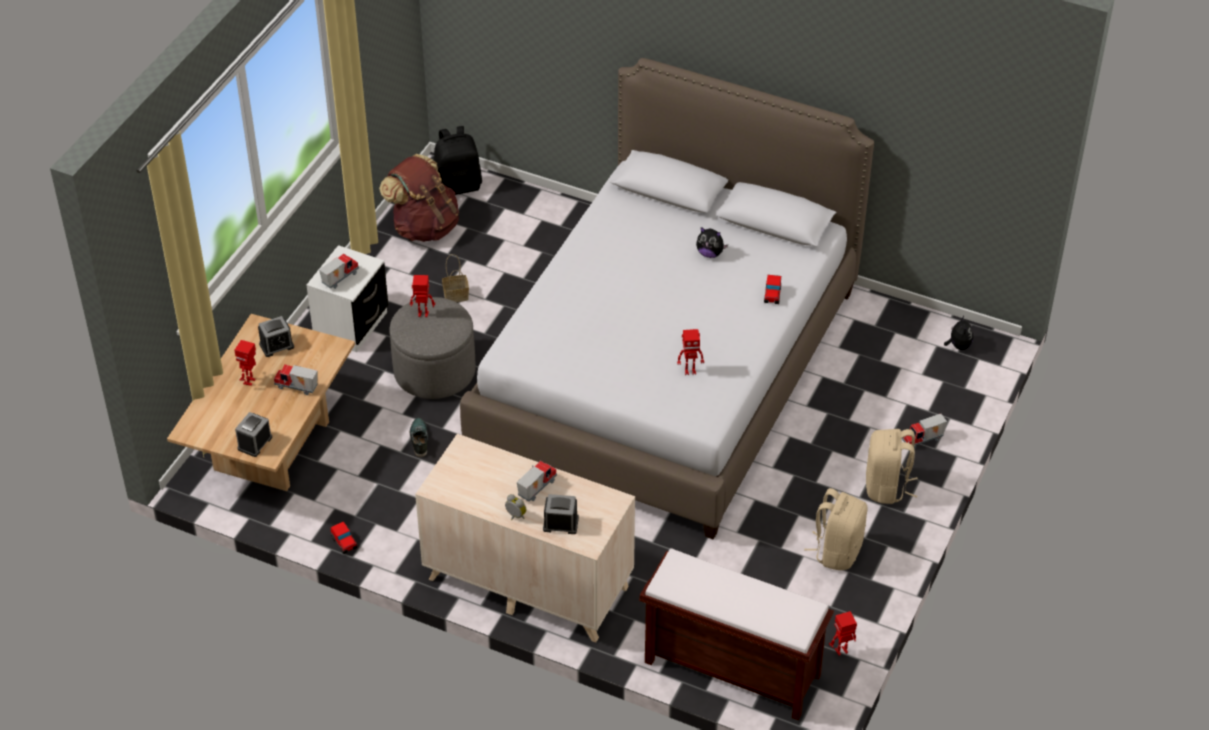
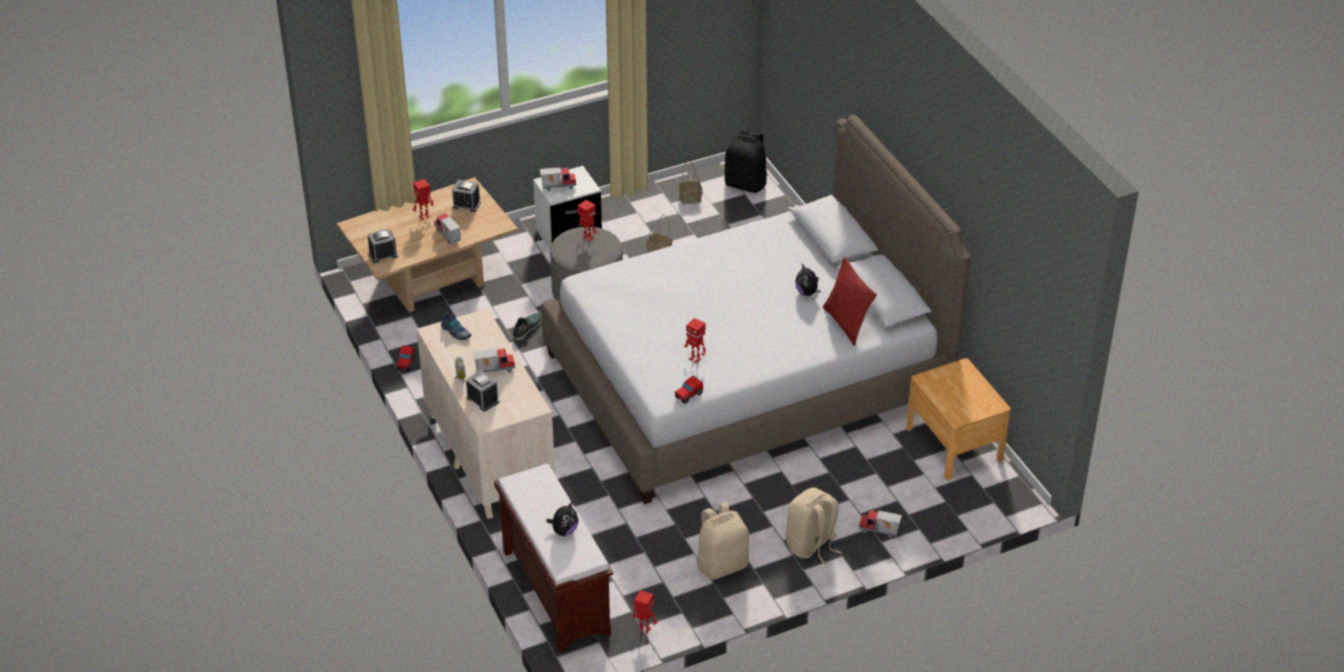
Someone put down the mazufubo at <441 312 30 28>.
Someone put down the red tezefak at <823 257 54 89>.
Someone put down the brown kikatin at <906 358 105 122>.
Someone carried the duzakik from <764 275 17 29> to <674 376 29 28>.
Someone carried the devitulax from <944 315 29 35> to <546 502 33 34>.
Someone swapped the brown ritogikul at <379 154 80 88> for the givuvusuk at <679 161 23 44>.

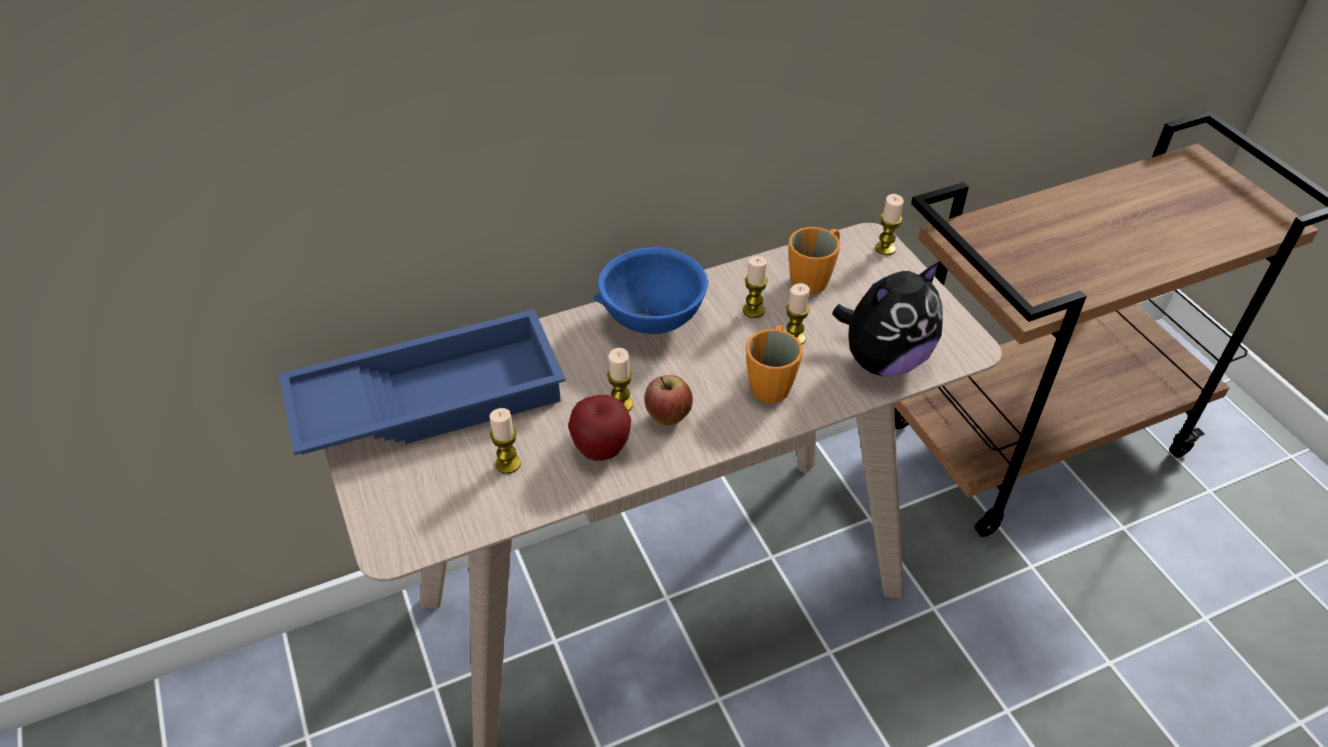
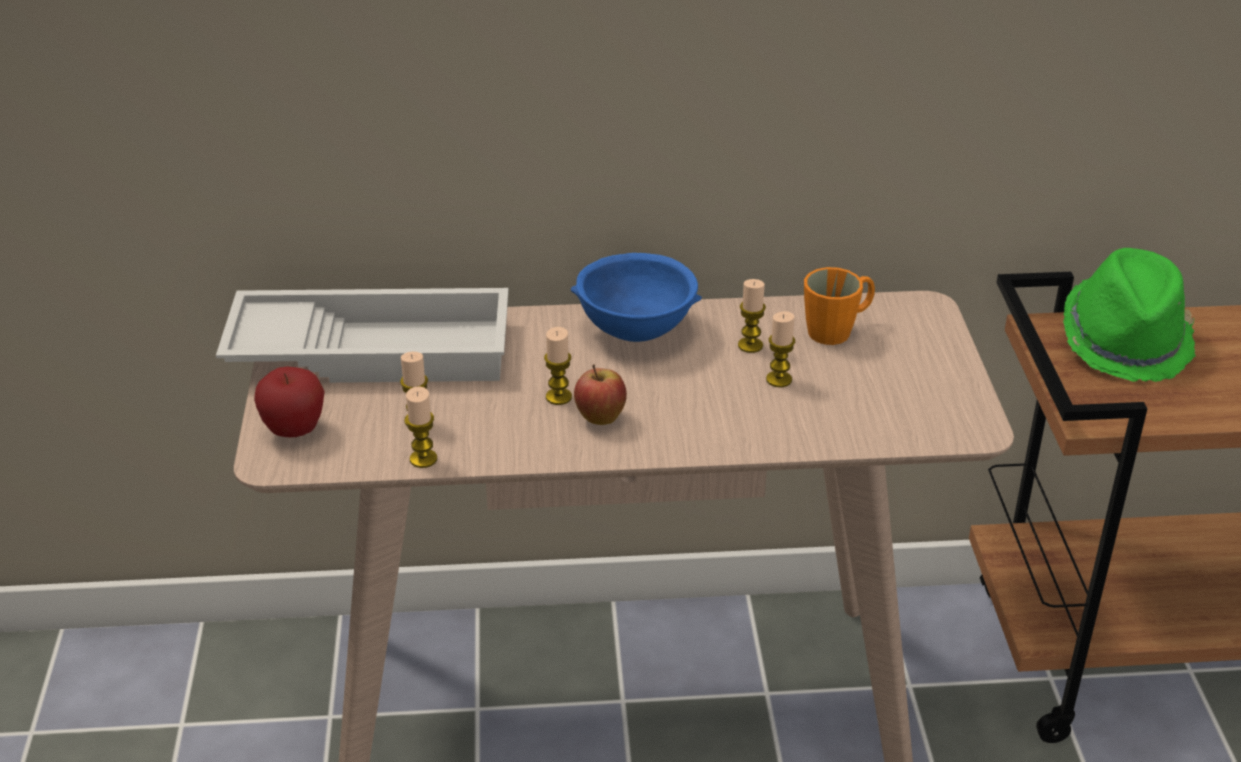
Someone took away the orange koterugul at <746 325 57 78>.
Someone took away the devitulax at <832 261 111 115>.
Someone put down the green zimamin at <1063 248 133 134>.
Someone carried the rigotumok from <568 395 63 66> to <254 367 71 70>.
Someone carried the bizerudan from <875 194 29 61> to <405 386 32 82>.
Someone repainted the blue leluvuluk at <279 309 286 146>, which became the white leluvuluk at <216 288 293 95>.

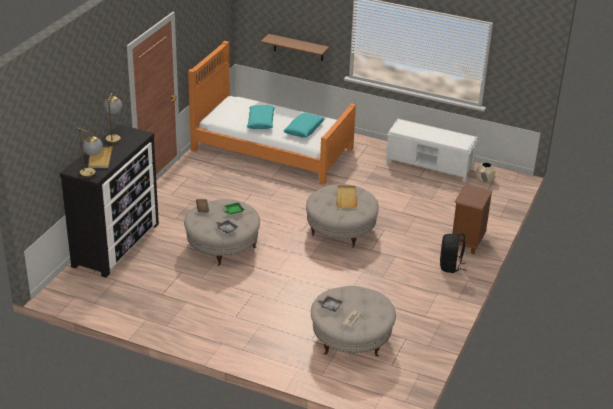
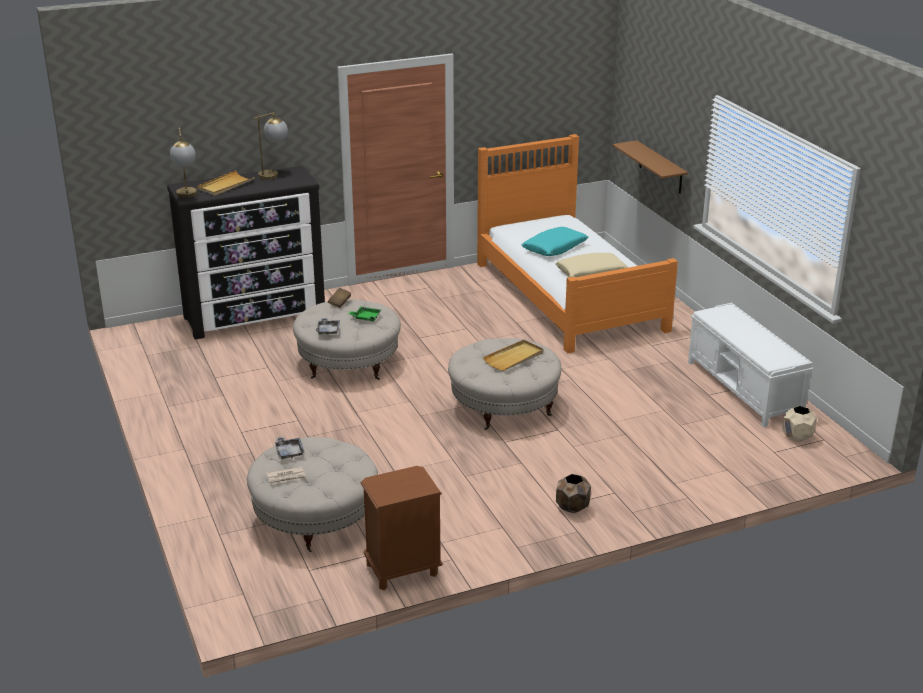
Someone carried the brown kikatin from <452 185 40 69> to <361 466 81 124>.
Someone swapped the black ritogikul at <440 233 26 40> for the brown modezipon at <556 474 35 39>.
Someone repainted the turquoise tezefak at <284 113 41 24>, which became the beige tezefak at <555 253 73 24>.

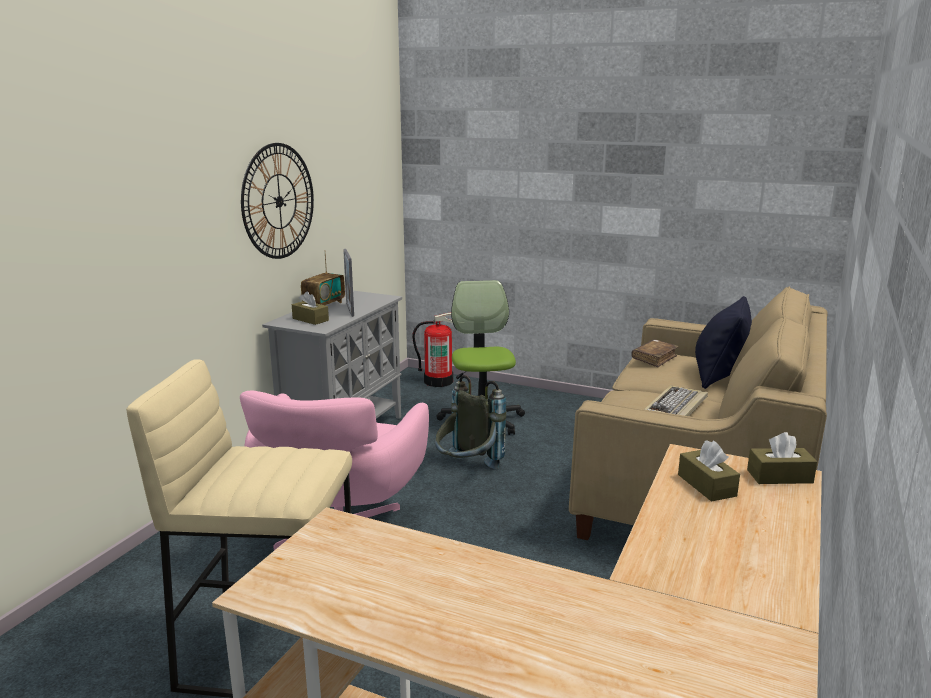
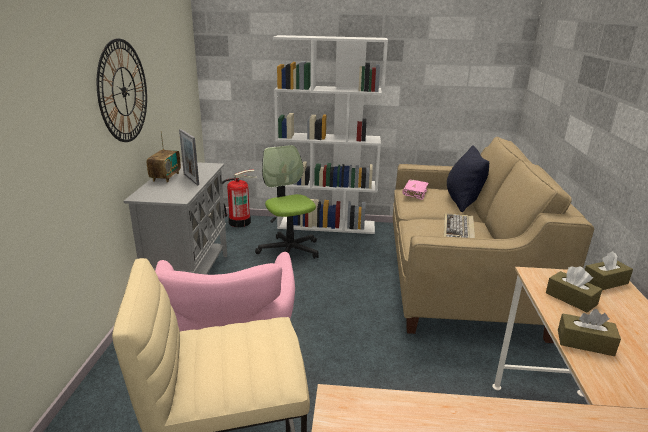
Someone took away the grey ritogikul at <435 375 72 94>.
Someone put down the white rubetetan at <273 35 115 199>.
Someone carried the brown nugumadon from <292 291 37 34> to <558 309 63 47>.
Someone repainted the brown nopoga at <631 340 48 27>, which became the pink nopoga at <403 179 26 21>.

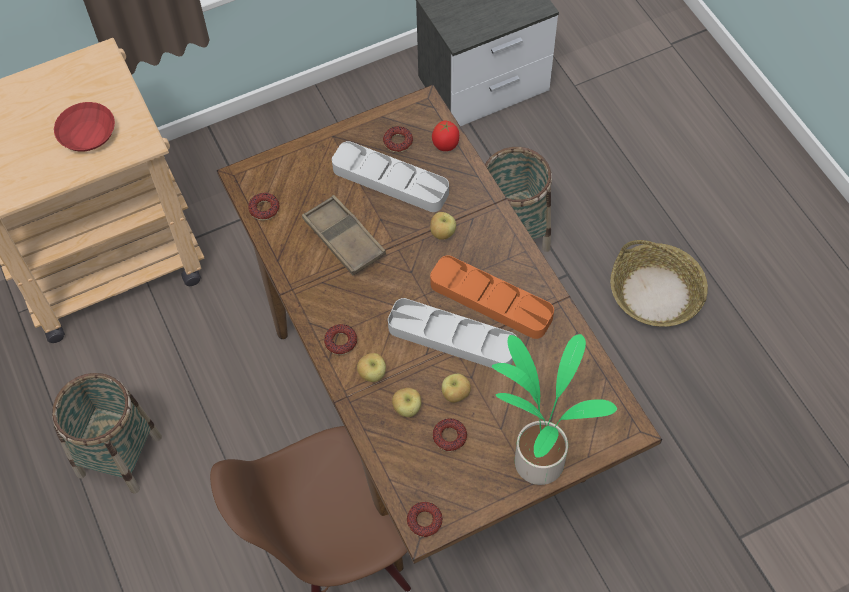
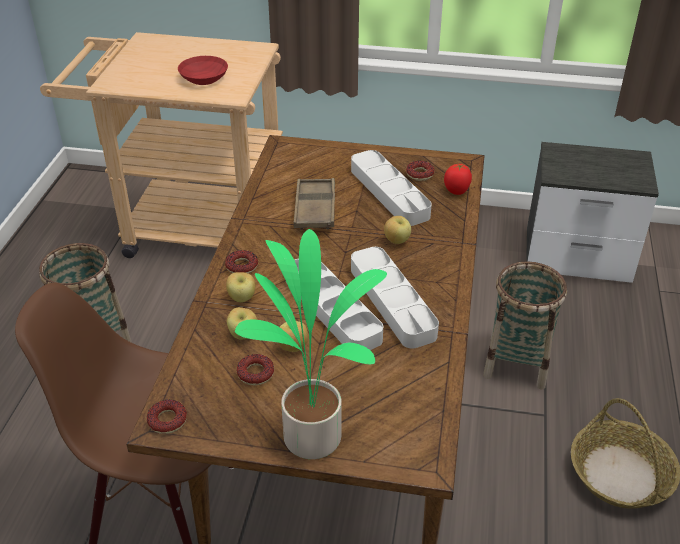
Someone took away the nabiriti at <248 193 31 27>.
Someone repainted the orange leluvuluk at <430 255 124 84>, which became the grey leluvuluk at <351 247 88 101>.

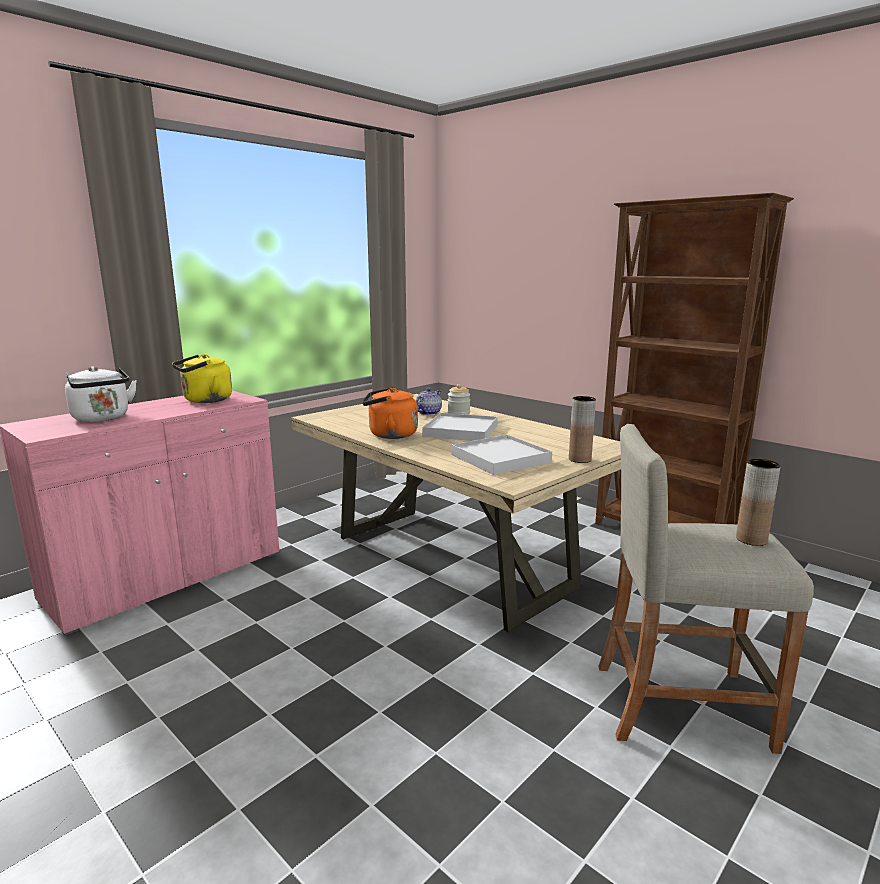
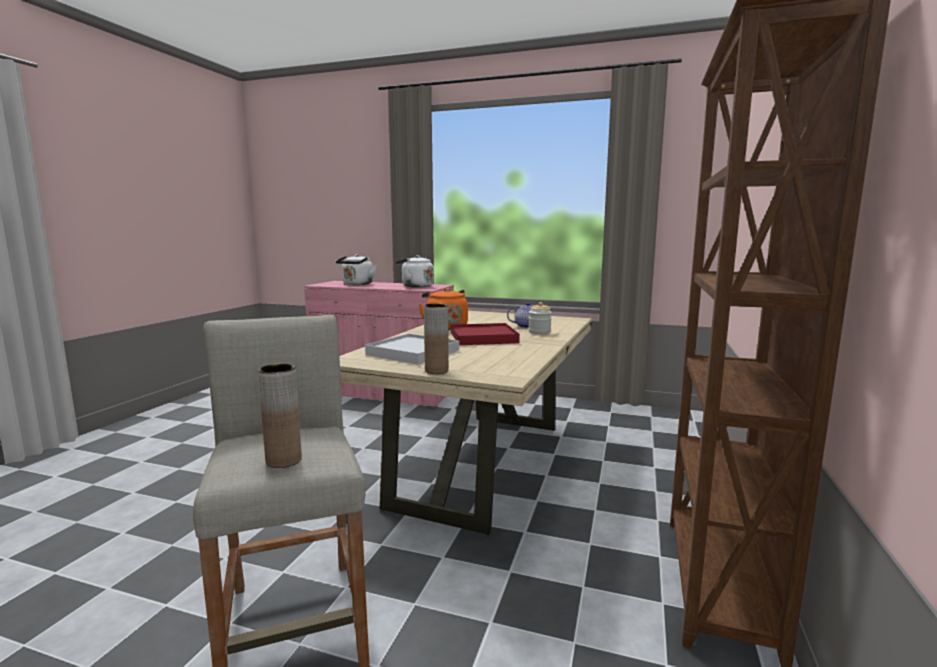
Someone repainted the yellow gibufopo at <172 354 60 49>, which became the white gibufopo at <395 255 39 33>.
Someone repainted the white leluvuluk at <422 413 76 28>, which became the red leluvuluk at <451 323 69 22>.

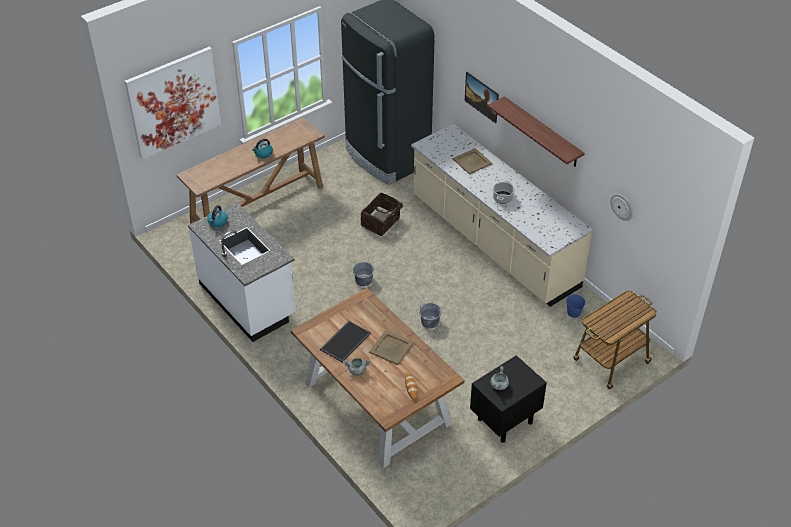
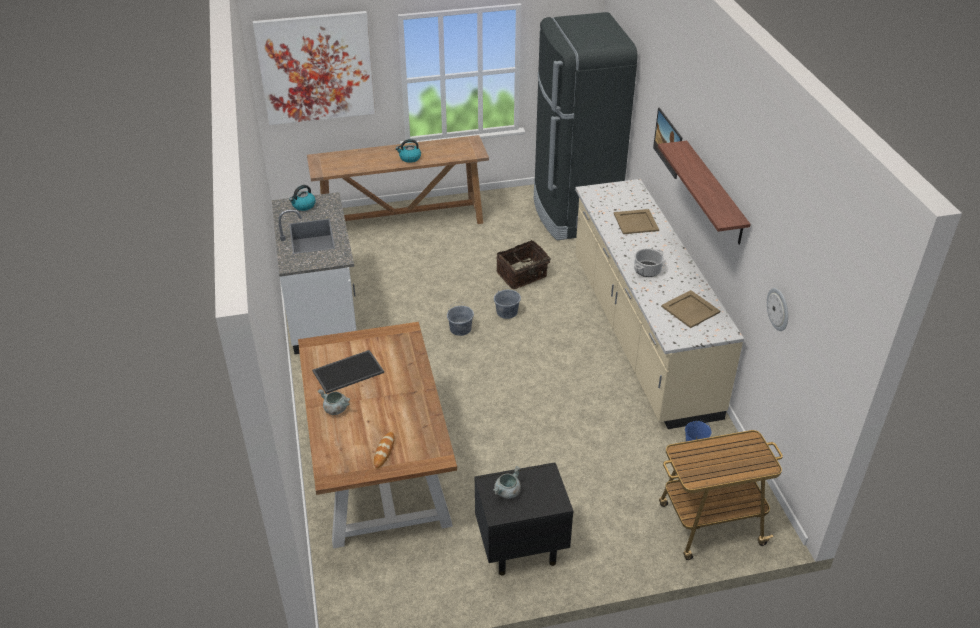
Someone carried the beige leluvuluk from <369 330 45 35> to <661 290 59 38>.
Someone carried the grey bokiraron from <419 303 23 26> to <494 286 27 33>.

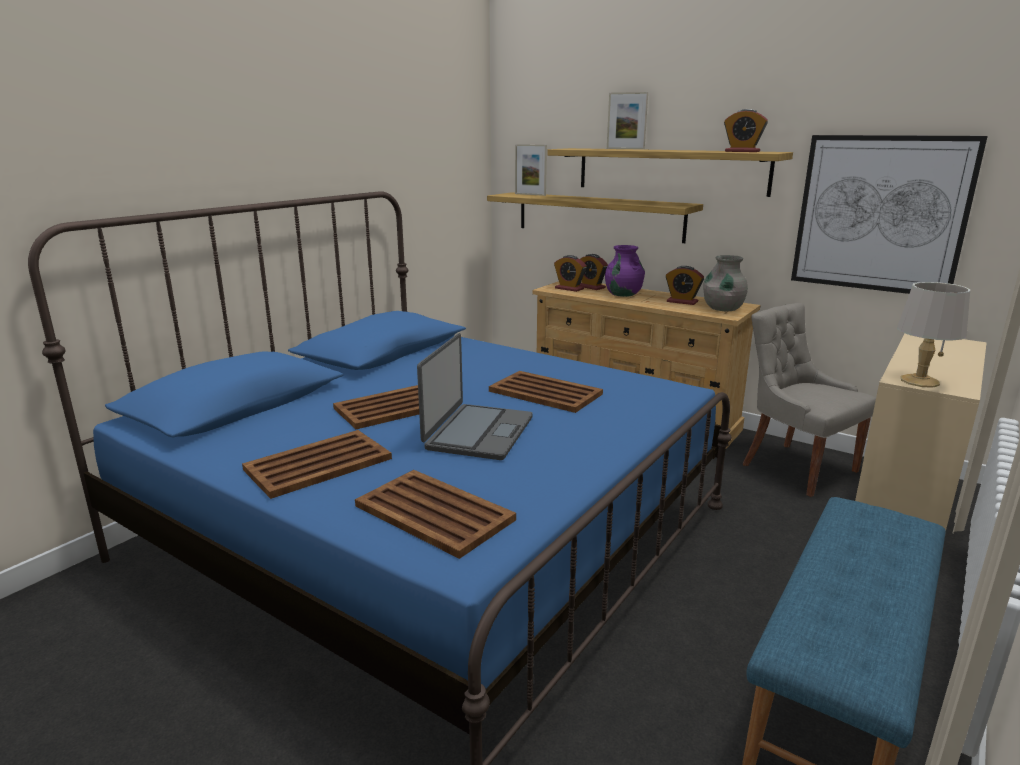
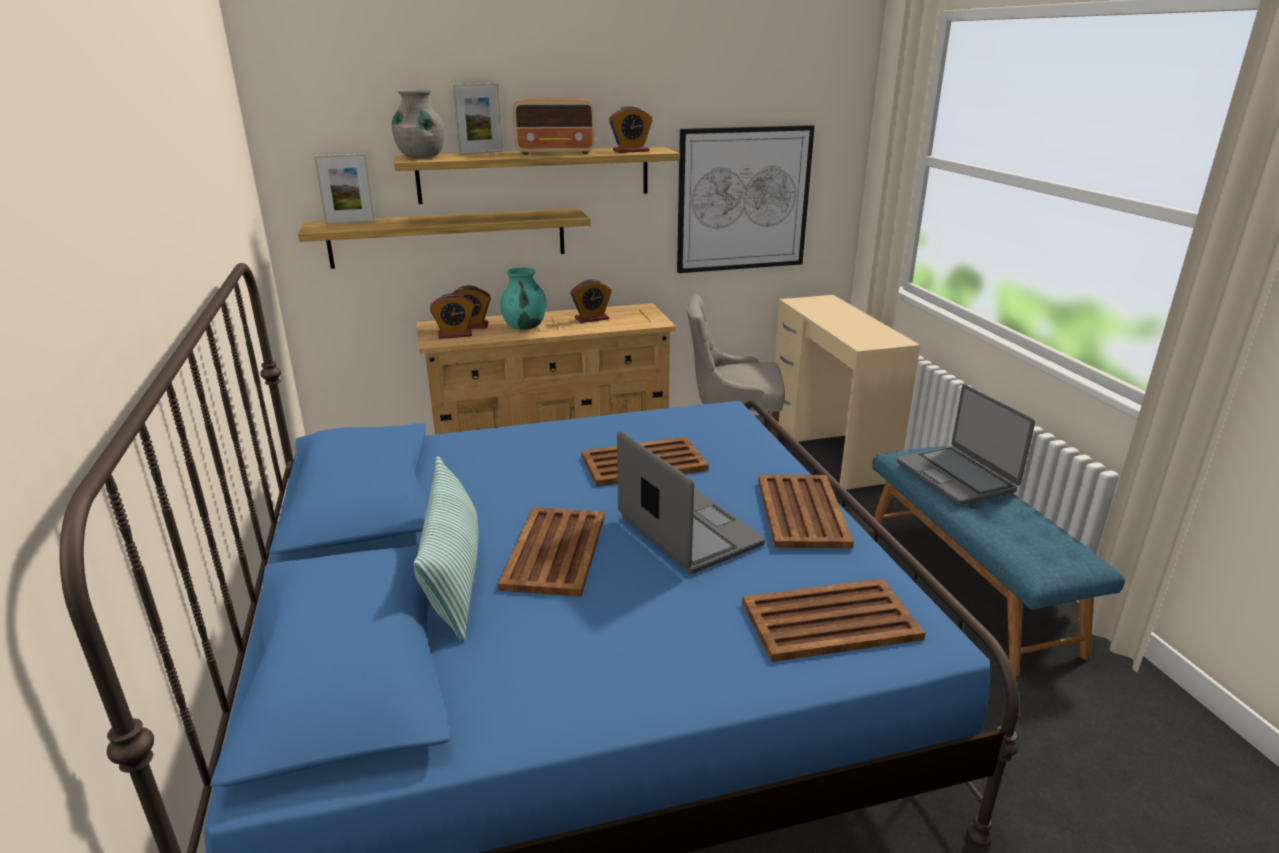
Someone took away the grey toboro at <897 282 73 106>.
Someone put down the tezefak at <414 456 64 187>.
Someone put down the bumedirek at <513 98 82 57>.
Someone put down the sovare at <897 384 138 121>.
Someone carried the brown leluvuluk from <242 430 150 69> to <758 475 96 73>.
Someone carried the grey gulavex from <703 255 45 56> to <391 89 53 69>.
Someone repainted the purple gulavex at <605 245 40 52>, which became the turquoise gulavex at <500 268 46 62>.

